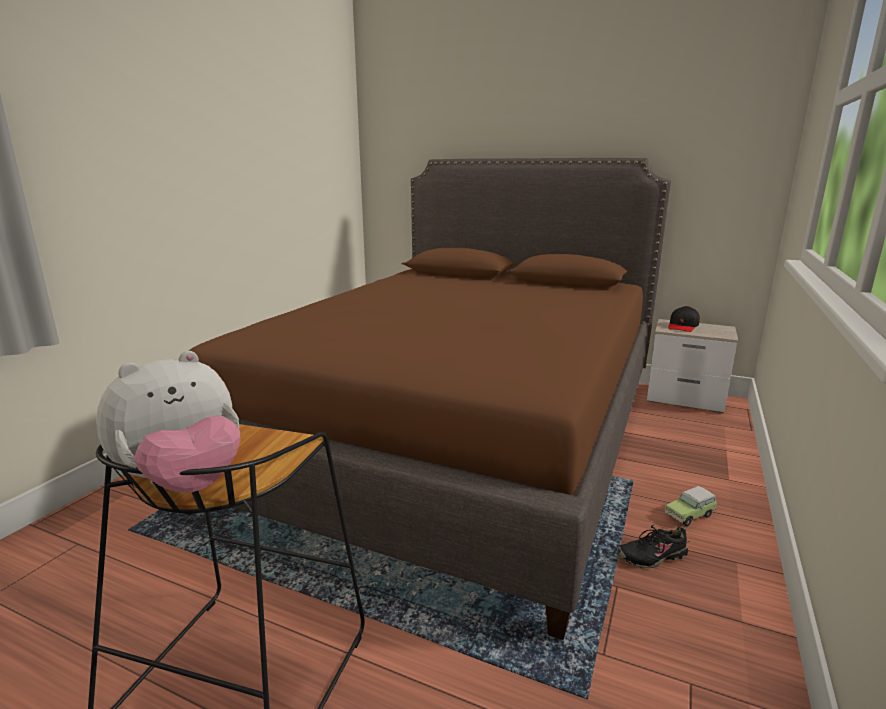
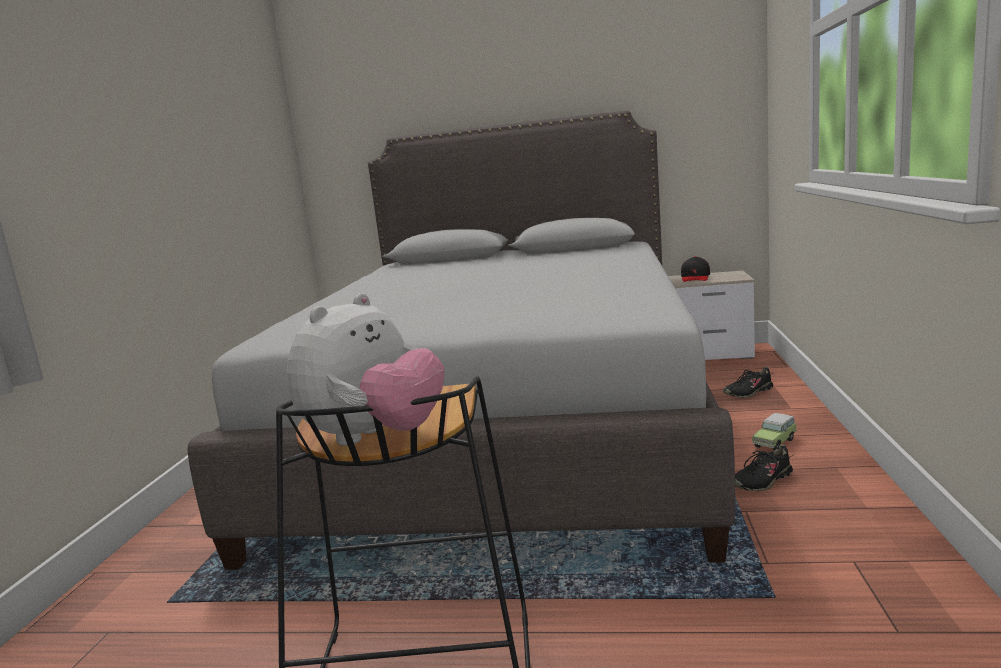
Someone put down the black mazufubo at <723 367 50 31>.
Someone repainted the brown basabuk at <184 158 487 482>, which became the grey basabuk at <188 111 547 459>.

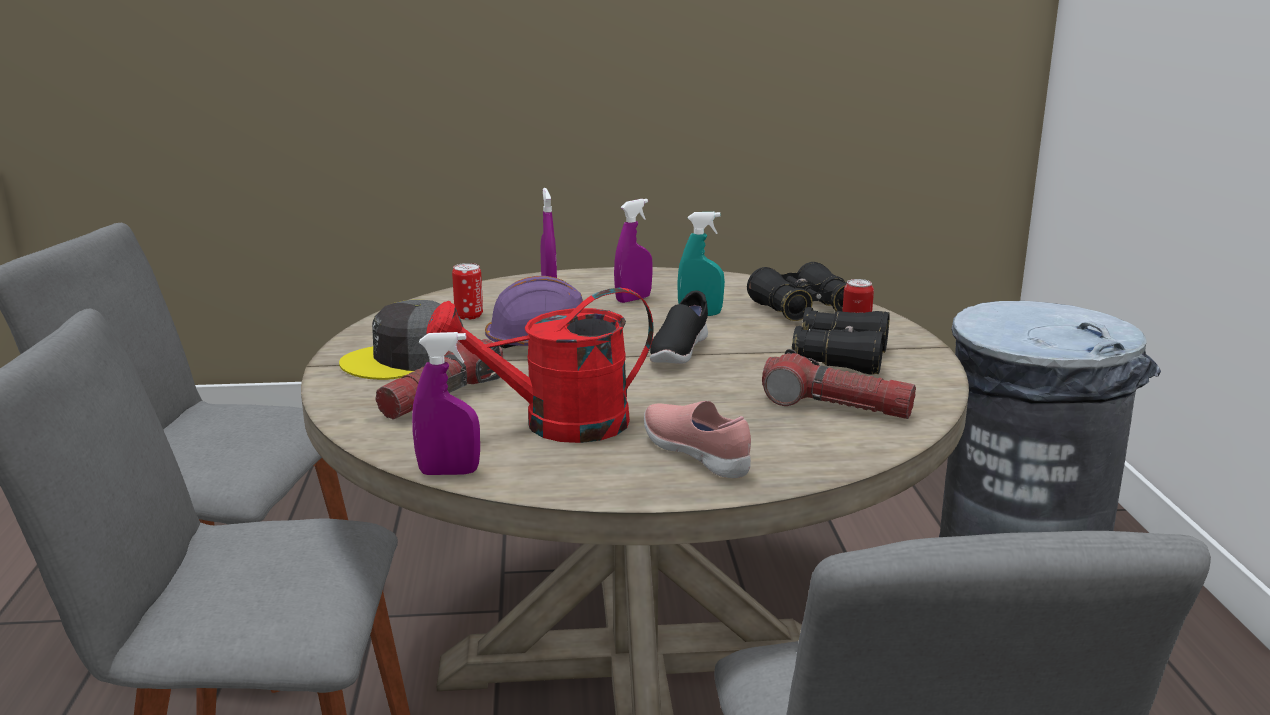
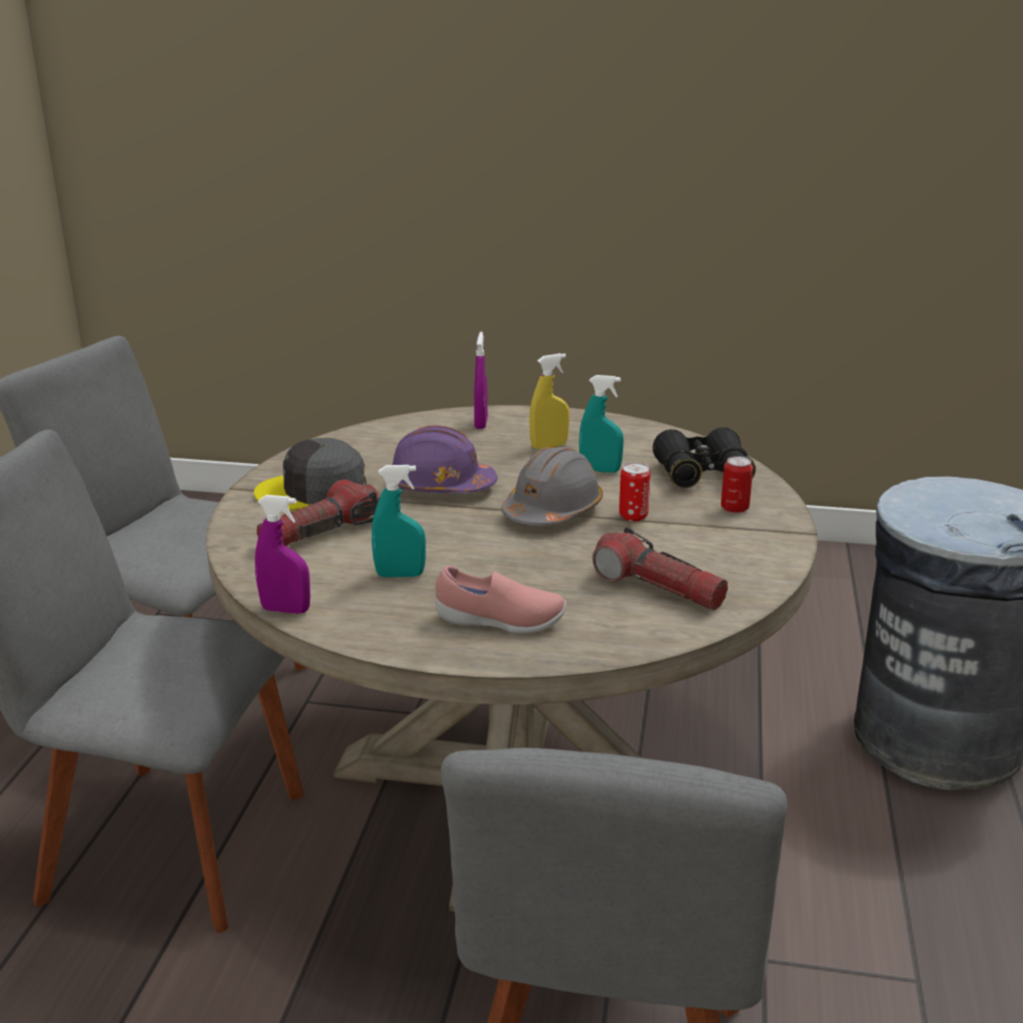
Someone took away the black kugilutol at <792 307 98 68>.
Someone carried the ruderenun from <452 263 31 57> to <619 463 31 59>.
Someone swapped the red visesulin at <427 288 227 155> for the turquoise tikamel at <372 465 54 112>.
Someone swapped the black mazufubo at <650 291 58 73> for the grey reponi at <501 447 102 79>.
Someone repainted the purple tikamel at <614 199 39 104>, which became the yellow tikamel at <529 353 41 96>.
Someone rotated the pink mazufubo at <644 401 107 77> by 120 degrees clockwise.

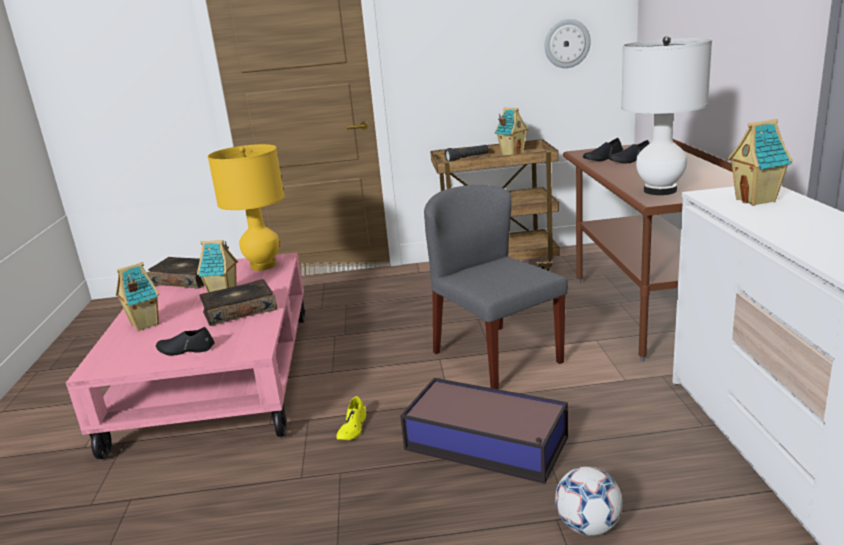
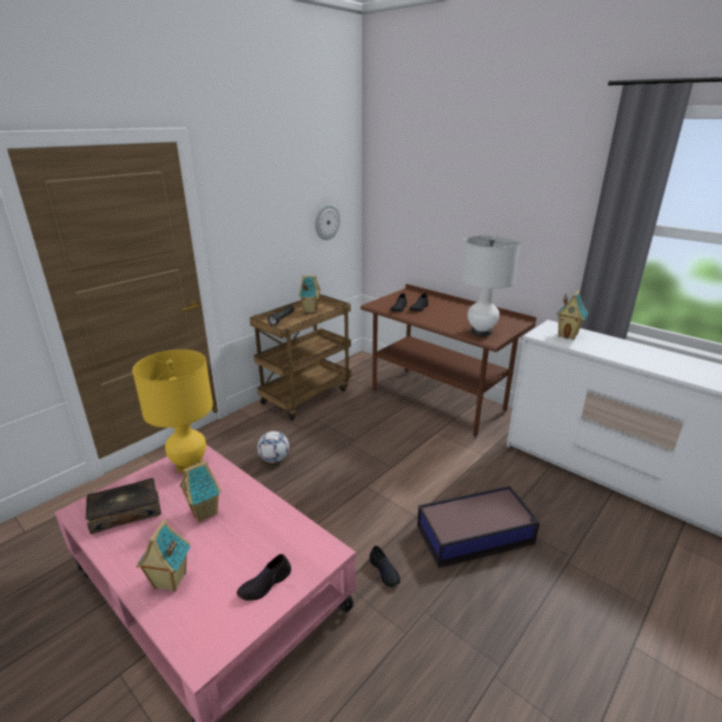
Someone took away the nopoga at <199 279 78 47>.
Someone took away the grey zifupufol at <424 185 144 205>.
Someone carried the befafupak from <555 466 68 70> to <257 431 32 32>.
Someone repainted the yellow mazufubo at <336 396 30 44>, which became the black mazufubo at <369 545 31 42>.

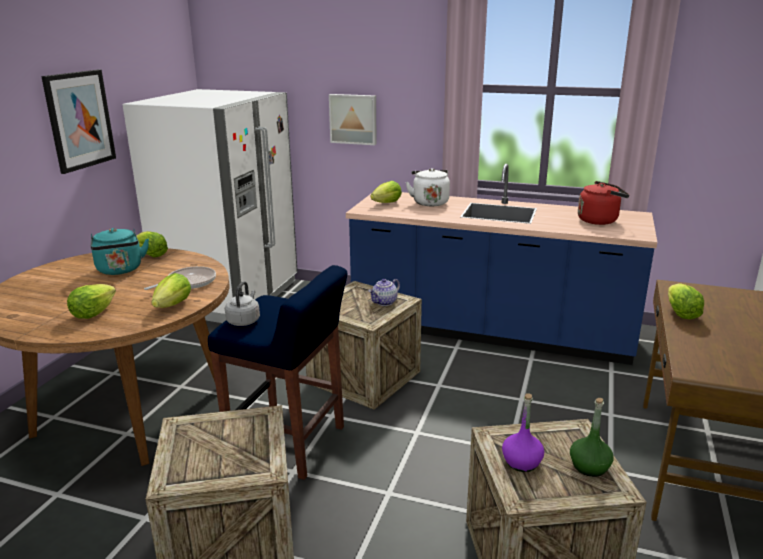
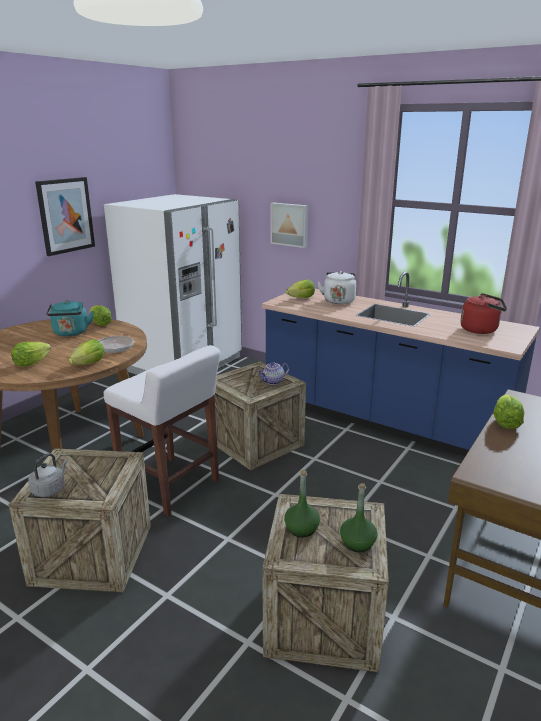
Someone carried the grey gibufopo from <225 281 35 45> to <28 453 40 44>.
Someone repainted the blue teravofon at <208 265 139 215>, which became the white teravofon at <104 345 116 171>.
Someone repainted the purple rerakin at <502 393 42 79>, which became the green rerakin at <284 470 36 68>.

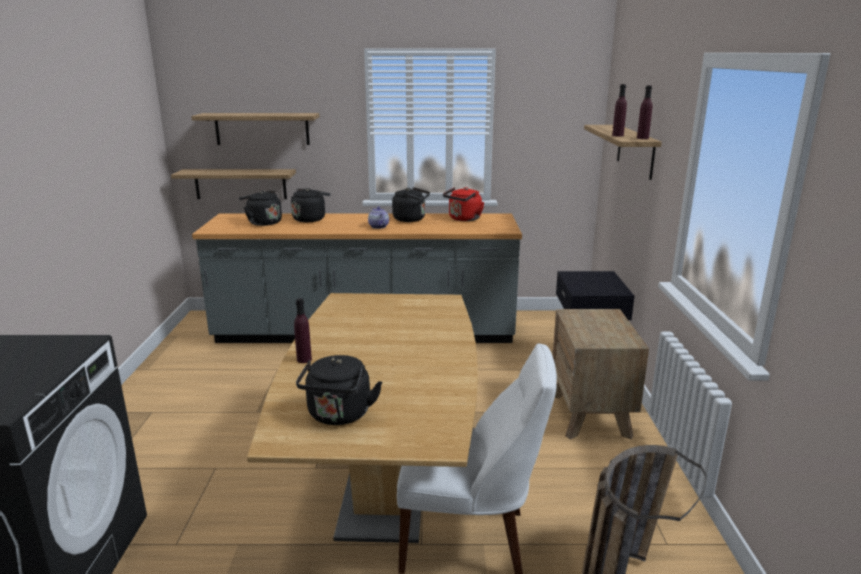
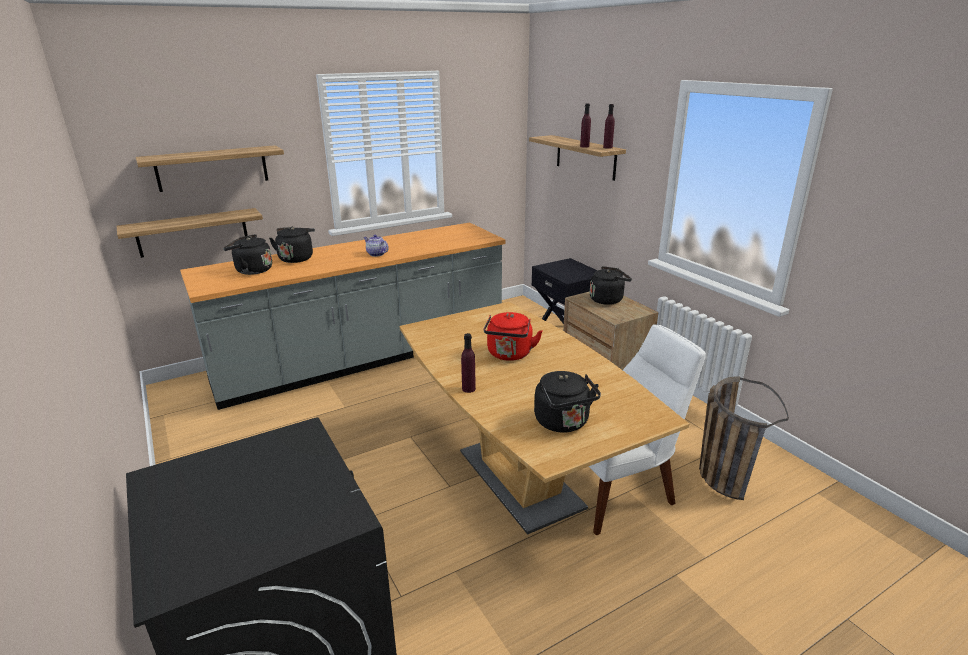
Someone carried the black gibufopo from <392 187 38 35> to <590 266 42 39>.
Someone carried the red gibufopo from <443 187 42 34> to <484 312 58 49>.

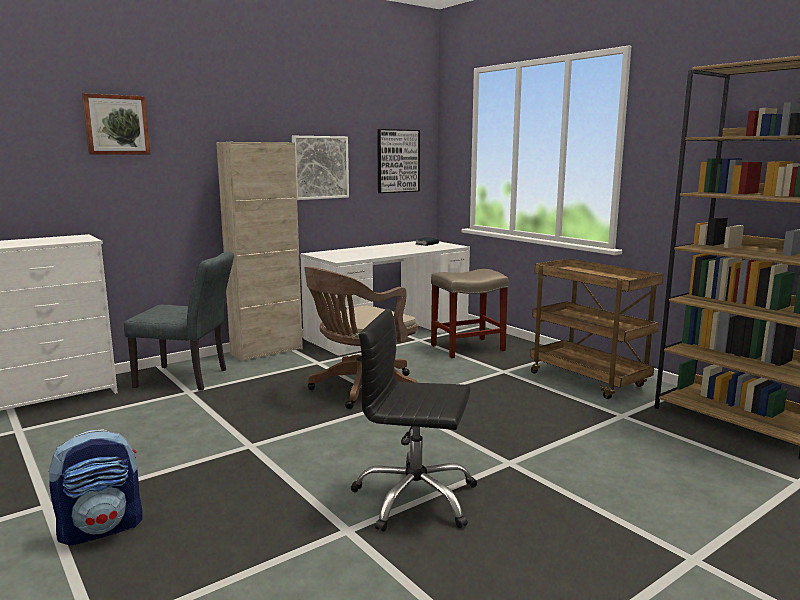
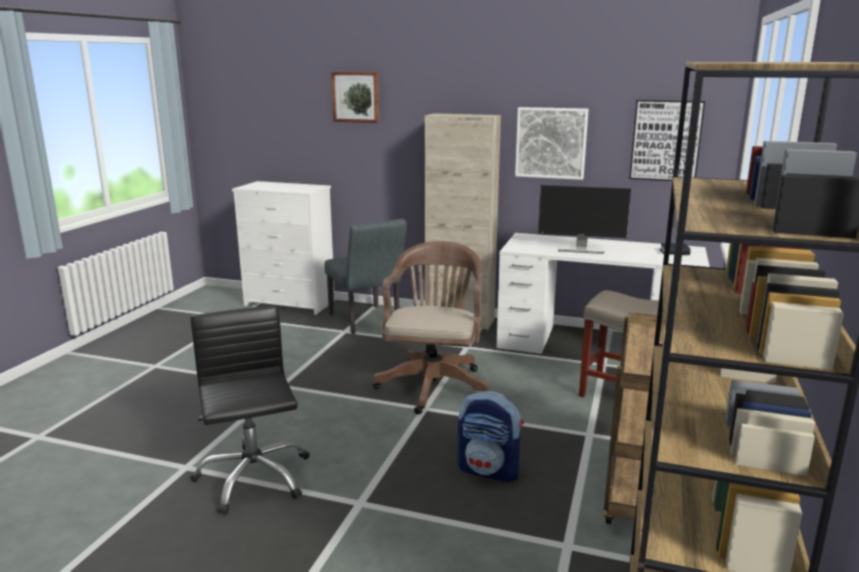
Someone put down the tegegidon at <538 185 93 69>.
Someone carried the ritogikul from <49 429 93 116> to <457 391 67 92>.
Someone rotated the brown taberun at <304 267 114 142> by 90 degrees clockwise.

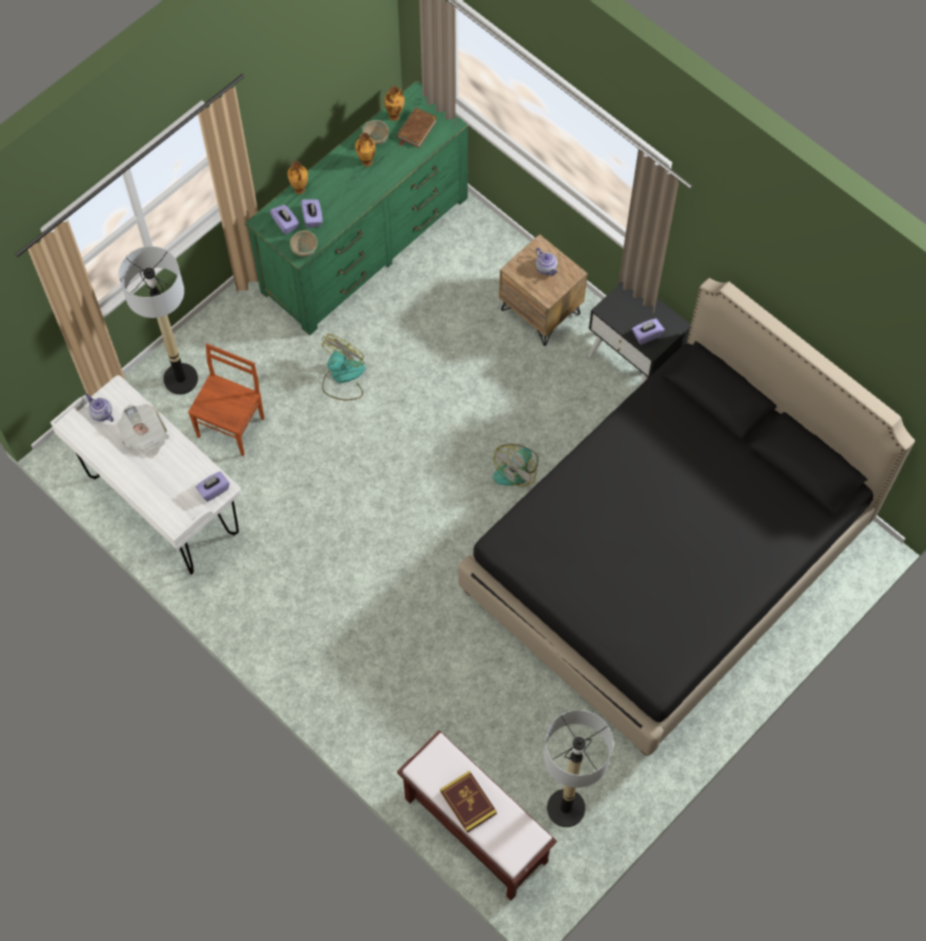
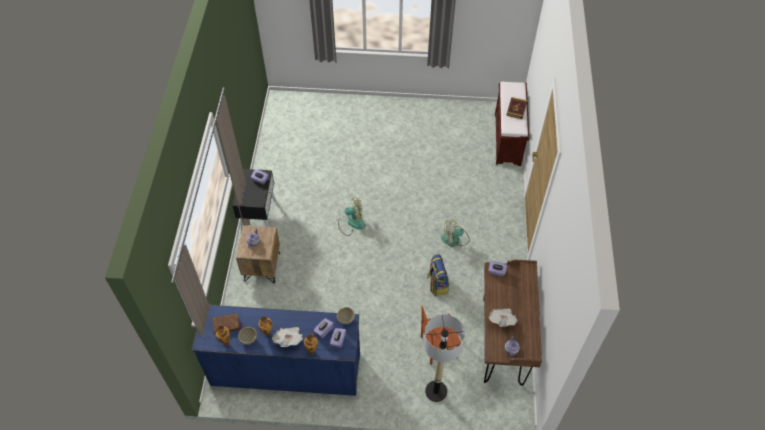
Someone took away the black basabuk at <458 278 457 478>.
Someone took away the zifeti at <544 710 69 117>.
Someone put down the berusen at <272 327 31 20>.
Someone put down the ritogikul at <427 254 22 42>.
Someone carried the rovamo from <321 334 45 67> to <441 219 28 28>.
Someone repainted the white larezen at <50 375 191 200>, which became the brown larezen at <484 260 58 126>.
Someone repainted the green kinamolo at <245 80 224 255>, which became the blue kinamolo at <192 305 168 91>.

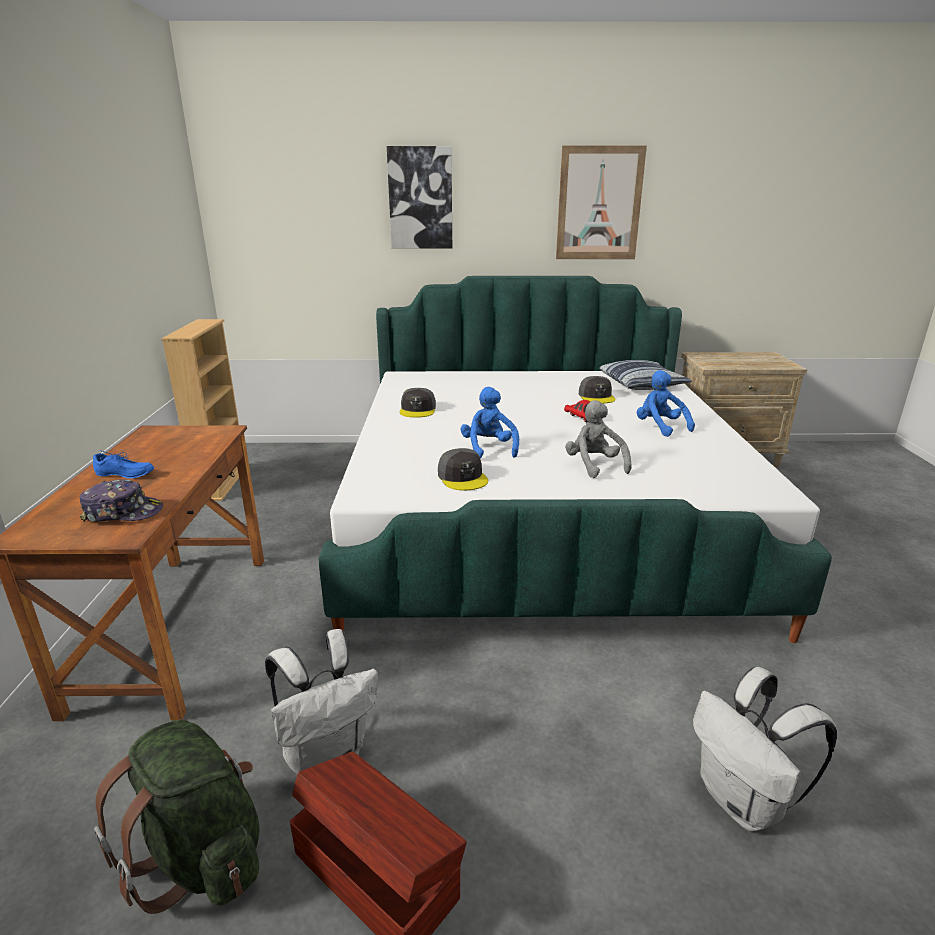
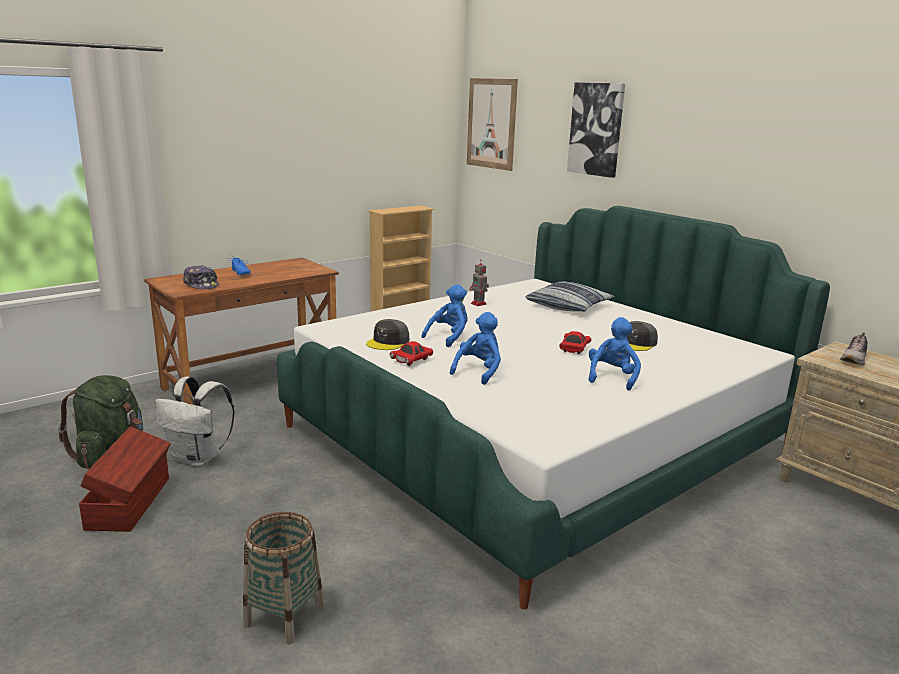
Someone put down the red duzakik at <390 341 43 25>.
Someone put down the mazufubo at <840 333 28 32>.
Someone carried the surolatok from <556 146 91 113> to <467 78 51 93>.
Someone carried the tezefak from <599 360 93 30> to <525 282 89 30>.
Someone swapped the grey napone at <400 388 36 30> for the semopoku at <470 260 19 46>.
Someone swapped the white ritogikul at <693 667 144 164> for the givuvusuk at <243 512 81 132>.
Someone repainted the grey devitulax at <565 400 67 78>, which became the blue devitulax at <450 312 51 73>.

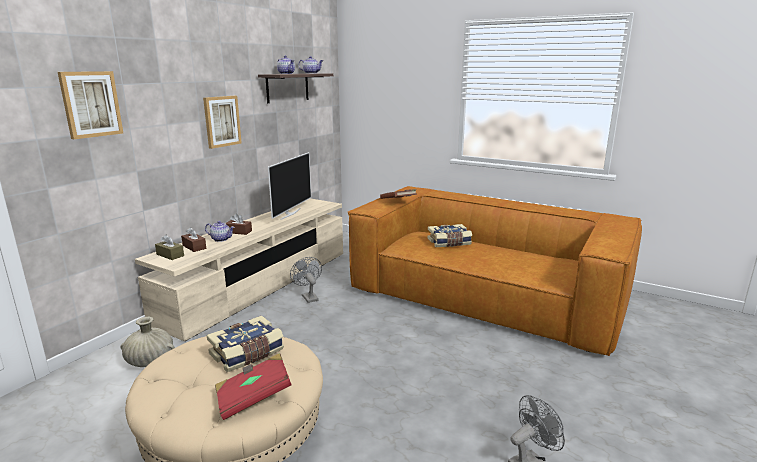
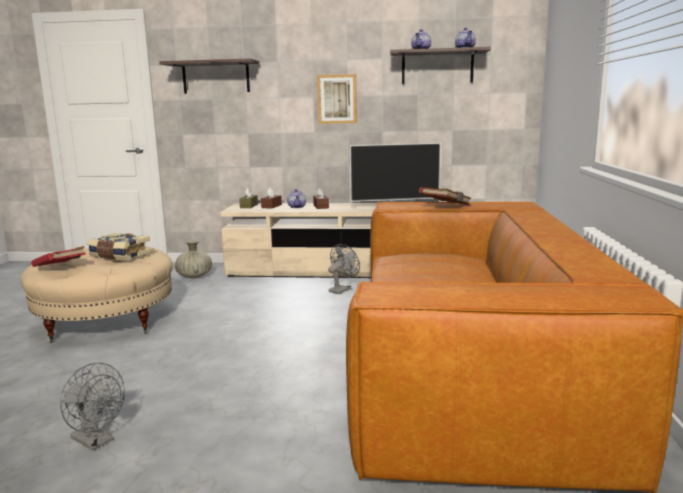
Someone took away the nopoga at <427 224 45 23>.
Someone swapped the surolatok at <58 71 65 68> for the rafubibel at <159 58 100 35>.

